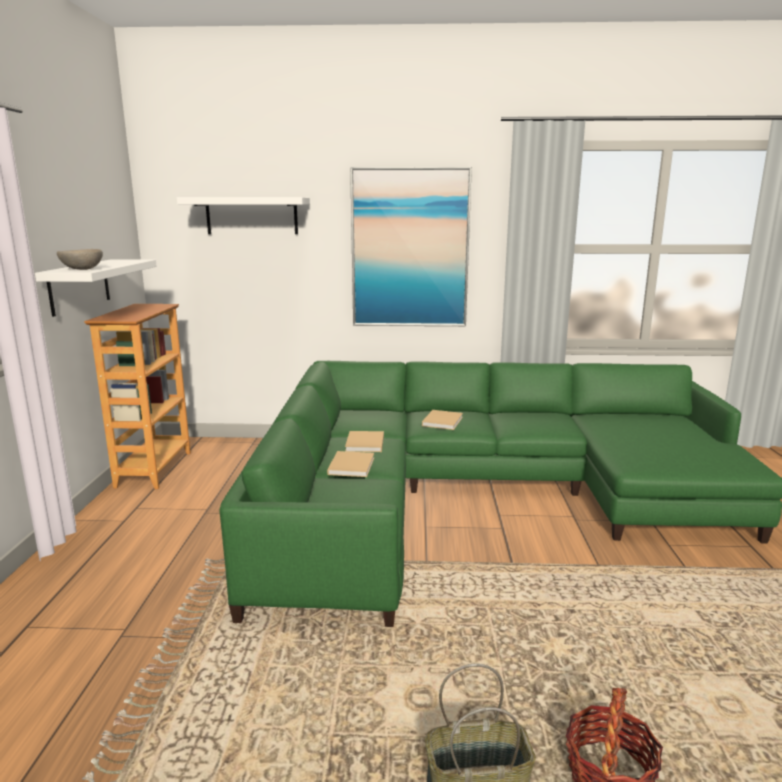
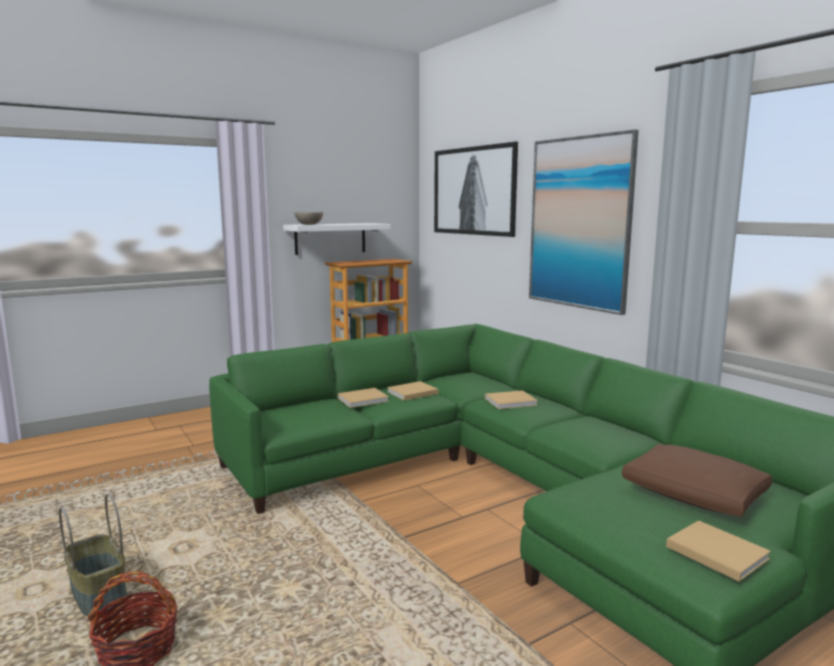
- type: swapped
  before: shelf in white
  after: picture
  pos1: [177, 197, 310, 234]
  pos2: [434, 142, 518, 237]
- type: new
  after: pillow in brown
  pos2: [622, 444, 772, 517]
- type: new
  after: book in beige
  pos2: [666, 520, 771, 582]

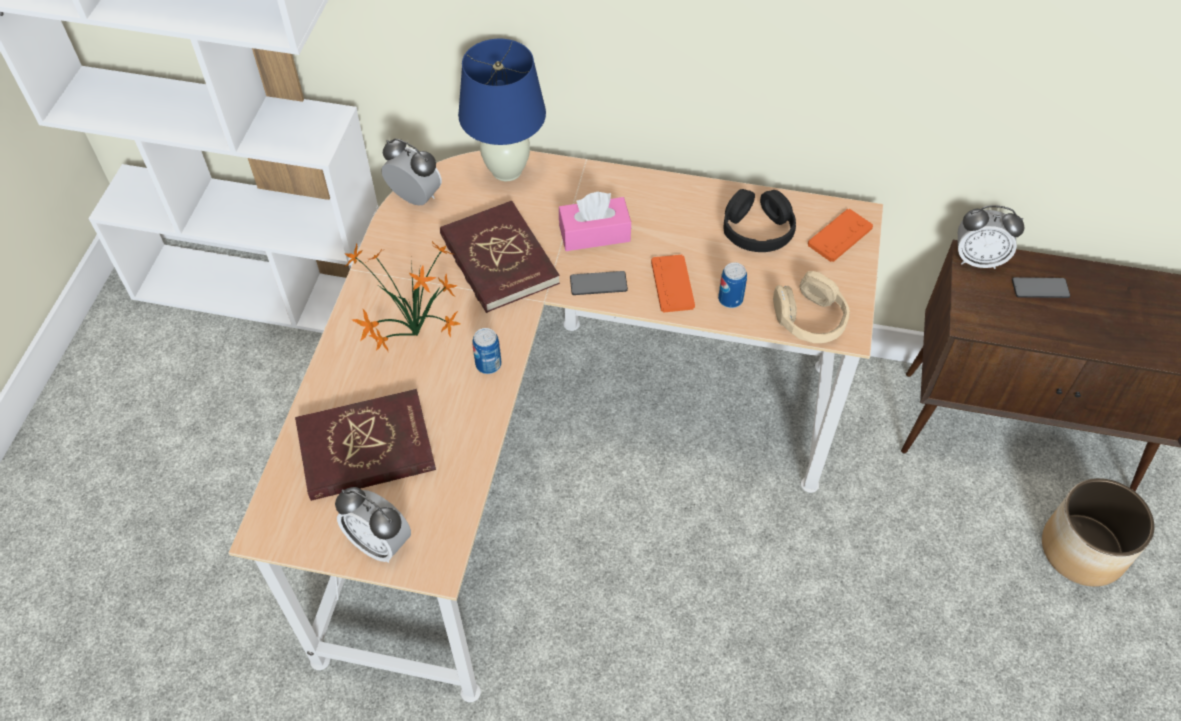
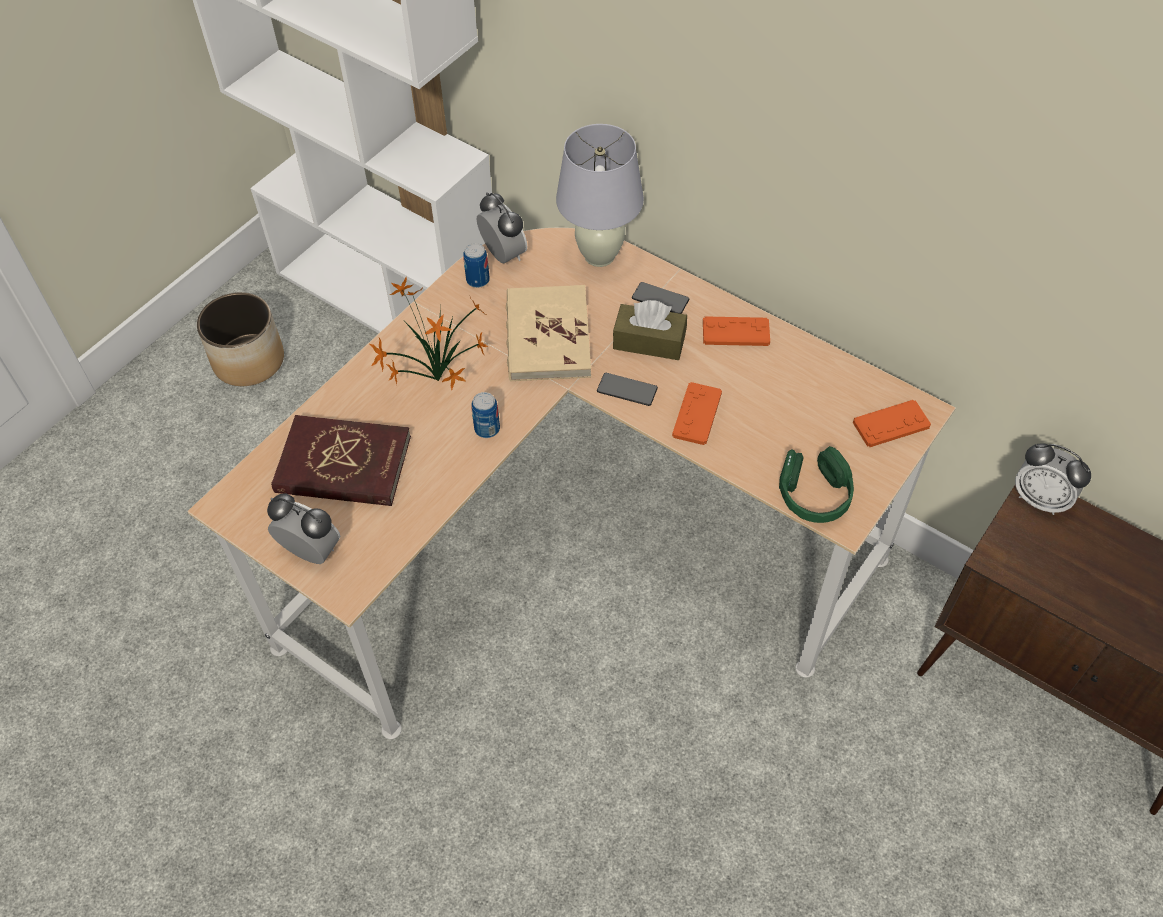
- type: shifted
  before: planter
  pos1: [1042, 478, 1155, 587]
  pos2: [197, 292, 284, 386]
- type: rotated
  before: alarm clock
  pos1: [335, 487, 411, 563]
  pos2: [267, 493, 341, 564]
  turn: 150
- type: shifted
  before: can
  pos1: [718, 263, 747, 308]
  pos2: [463, 243, 490, 288]
- type: repainted
  before: book in red
  after: book in beige
  pos1: [440, 201, 560, 313]
  pos2: [506, 285, 591, 382]
- type: repainted
  before: table lamp in blue
  after: table lamp in white
  pos1: [458, 39, 546, 181]
  pos2: [556, 124, 644, 267]
- type: repainted
  before: tissue box in pink
  after: tissue box in brown
  pos1: [559, 192, 631, 251]
  pos2: [613, 300, 687, 360]
- type: shifted
  before: phone
  pos1: [1012, 277, 1070, 298]
  pos2: [632, 282, 689, 314]
- type: new
  after: game controller in orange
  pos2: [703, 316, 770, 346]
- type: repainted
  before: headphones in beige
  after: headphones in green
  pos1: [773, 271, 850, 343]
  pos2: [779, 446, 854, 523]
- type: gone
  before: headphones in black
  pos1: [723, 189, 796, 252]

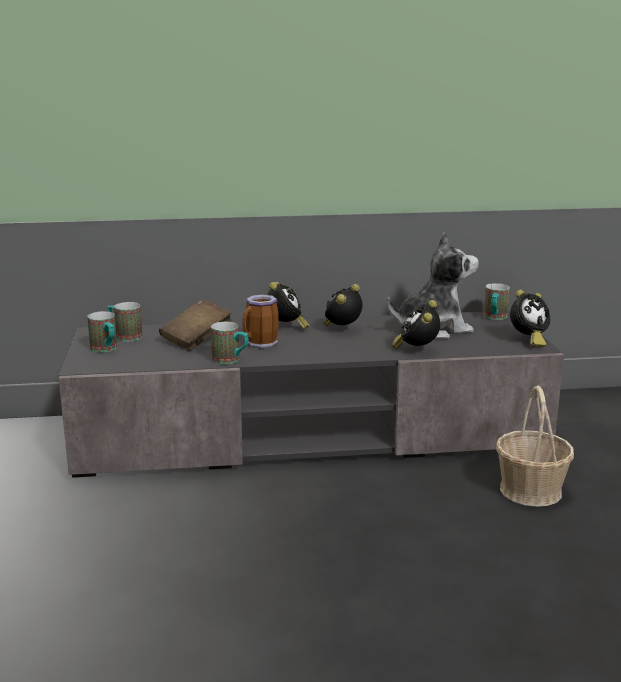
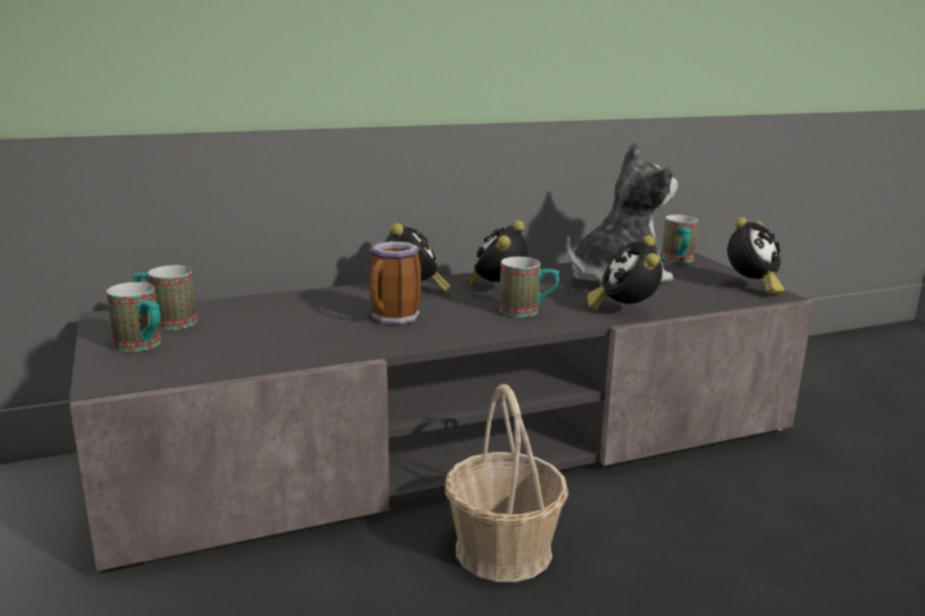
- type: shifted
  before: basket
  pos1: [496, 386, 574, 507]
  pos2: [445, 384, 569, 582]
- type: shifted
  before: mug
  pos1: [211, 322, 249, 364]
  pos2: [499, 257, 559, 317]
- type: gone
  before: book in brown
  pos1: [159, 299, 232, 351]

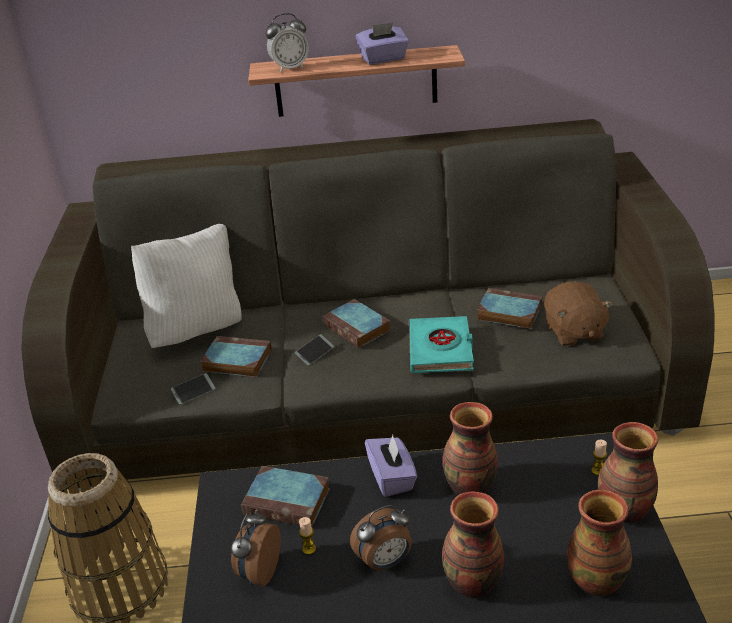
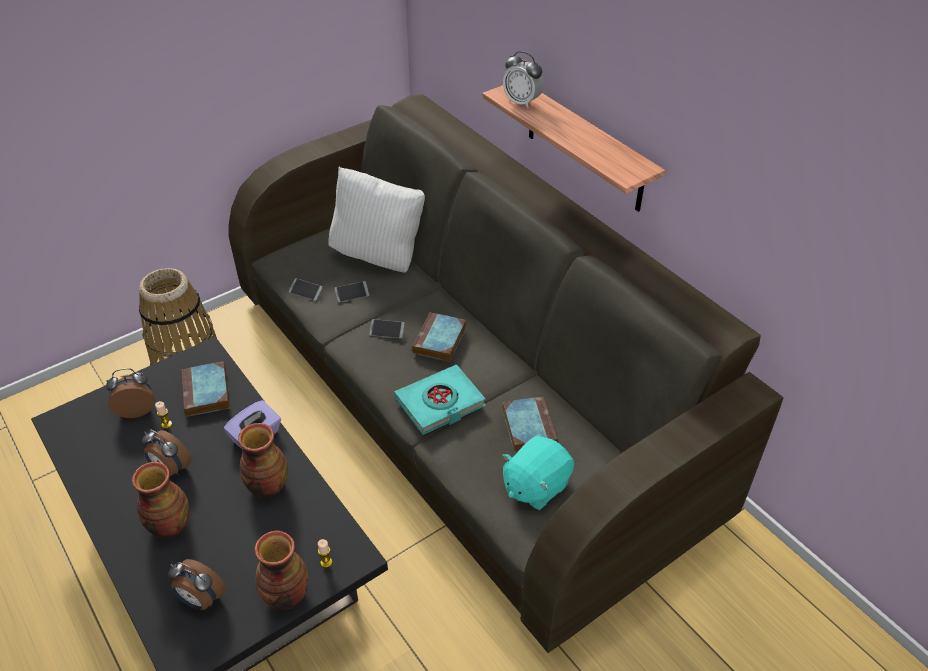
- type: swapped
  before: vase
  after: alarm clock
  pos1: [567, 490, 632, 596]
  pos2: [168, 559, 226, 610]
- type: swapped
  before: book
  after: phone
  pos1: [200, 336, 272, 377]
  pos2: [334, 281, 369, 302]
- type: repainted
  before: plush toy in brown
  after: plush toy in turquoise
  pos1: [544, 281, 613, 347]
  pos2: [502, 436, 574, 510]
- type: gone
  before: tissue box in purple
  pos1: [356, 22, 409, 65]

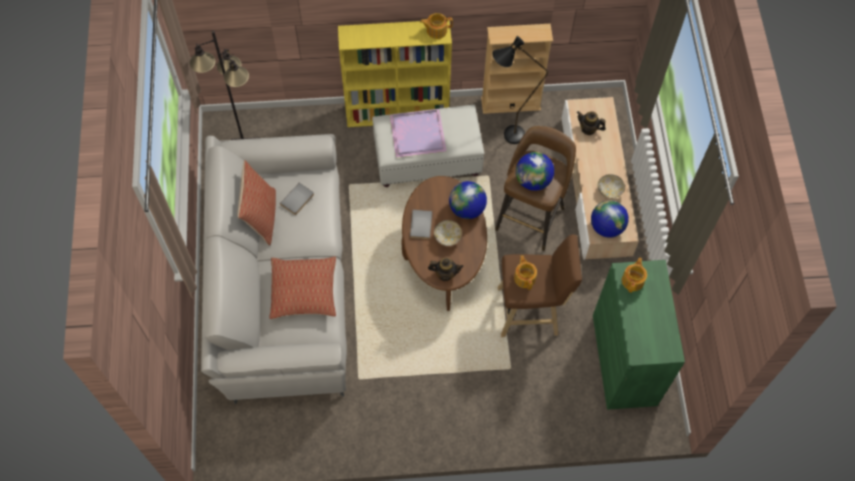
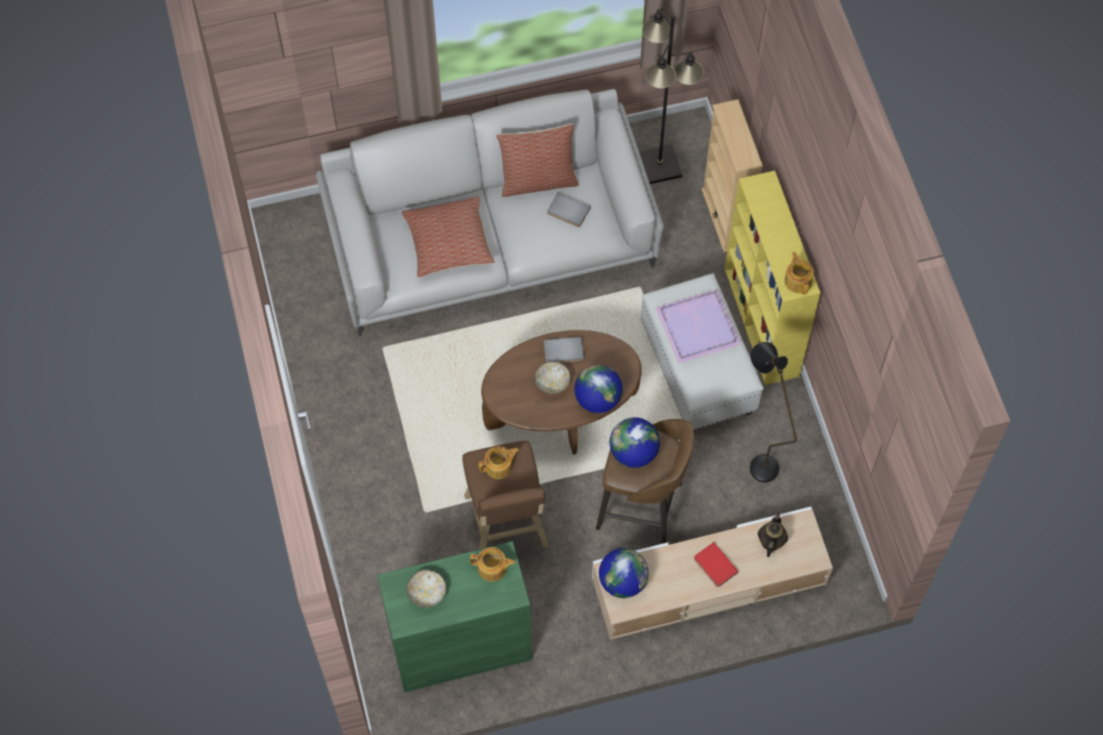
- type: shifted
  before: bowl
  pos1: [598, 174, 625, 199]
  pos2: [407, 570, 446, 608]
- type: new
  after: book in red
  pos2: [694, 542, 739, 587]
- type: shifted
  before: bookcase in beige
  pos1: [481, 24, 553, 114]
  pos2: [701, 99, 763, 252]
- type: gone
  before: teapot
  pos1: [428, 258, 463, 281]

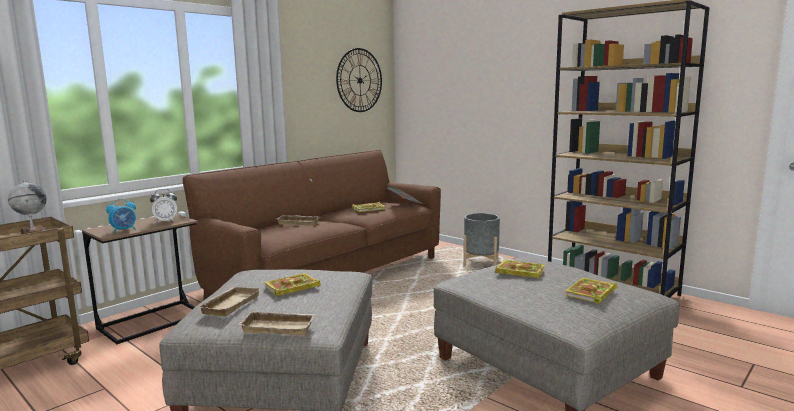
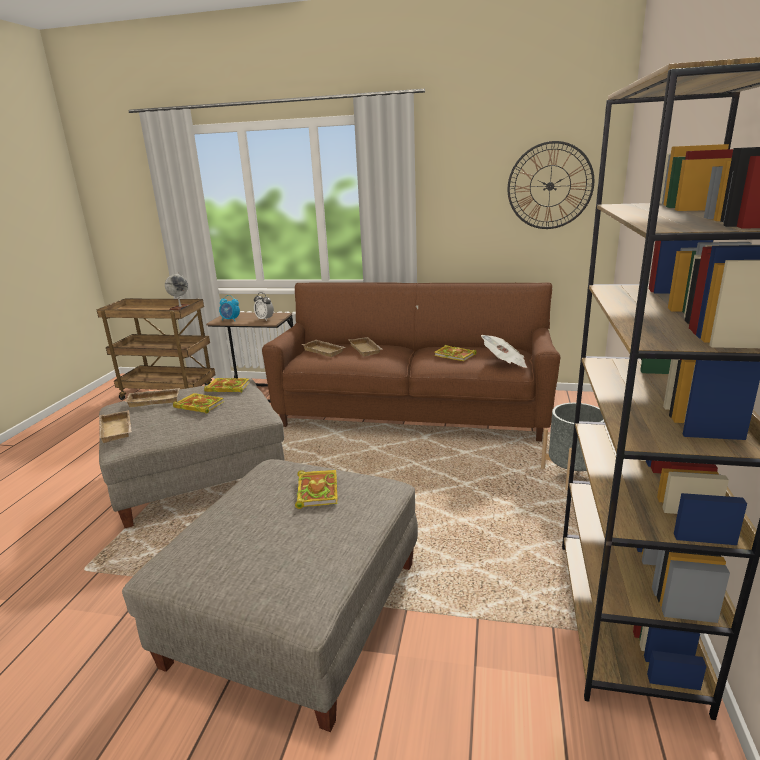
- type: shifted
  before: book
  pos1: [565, 278, 617, 304]
  pos2: [204, 378, 250, 393]
- type: new
  after: tray in beige
  pos2: [301, 340, 346, 357]

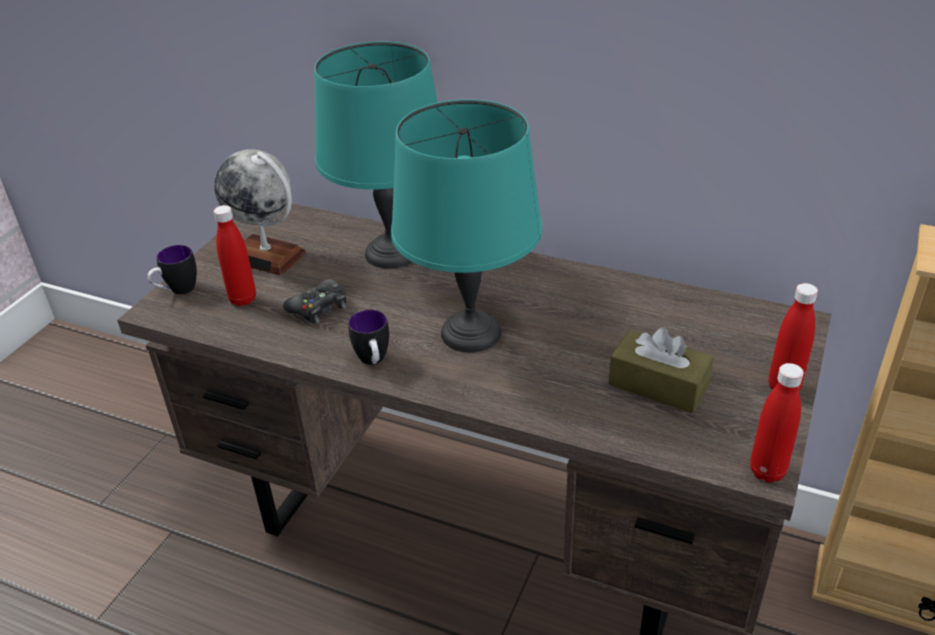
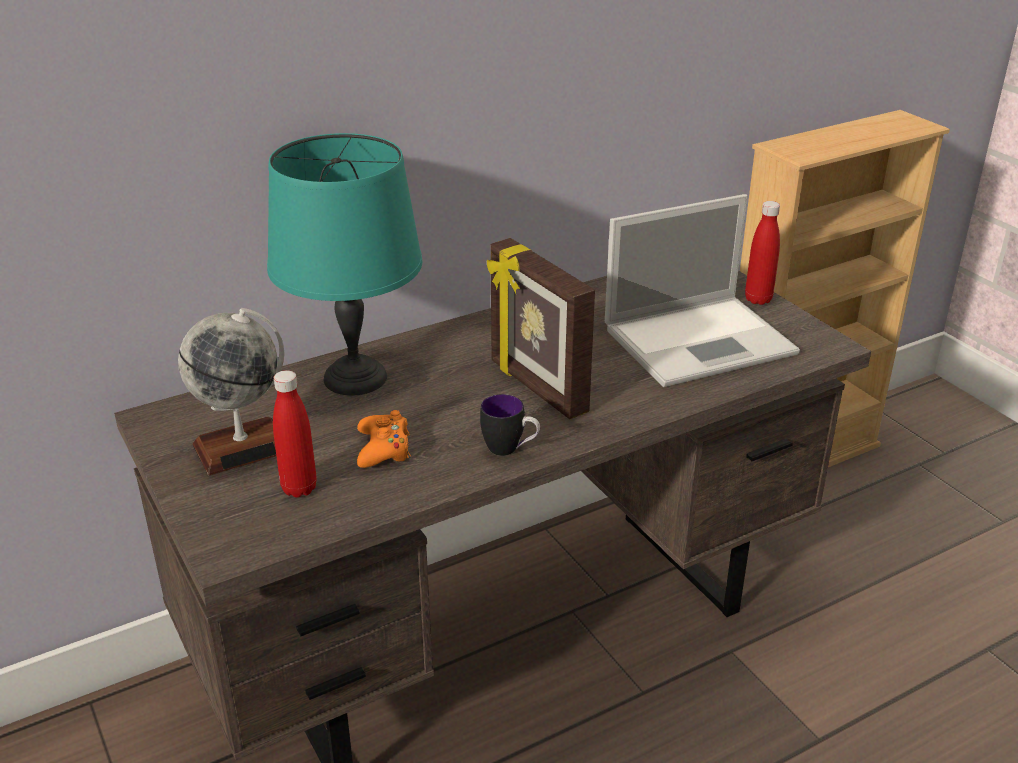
- type: repainted
  before: game controller in black
  after: game controller in orange
  pos1: [283, 279, 346, 323]
  pos2: [357, 410, 411, 468]
- type: swapped
  before: table lamp in turquoise
  after: picture frame
  pos1: [391, 99, 542, 352]
  pos2: [487, 238, 595, 419]
- type: swapped
  before: tissue box in brown
  after: laptop
  pos1: [608, 327, 714, 413]
  pos2: [605, 194, 800, 387]
- type: gone
  before: mug
  pos1: [147, 245, 197, 295]
- type: gone
  before: bottle in red
  pos1: [750, 363, 804, 483]

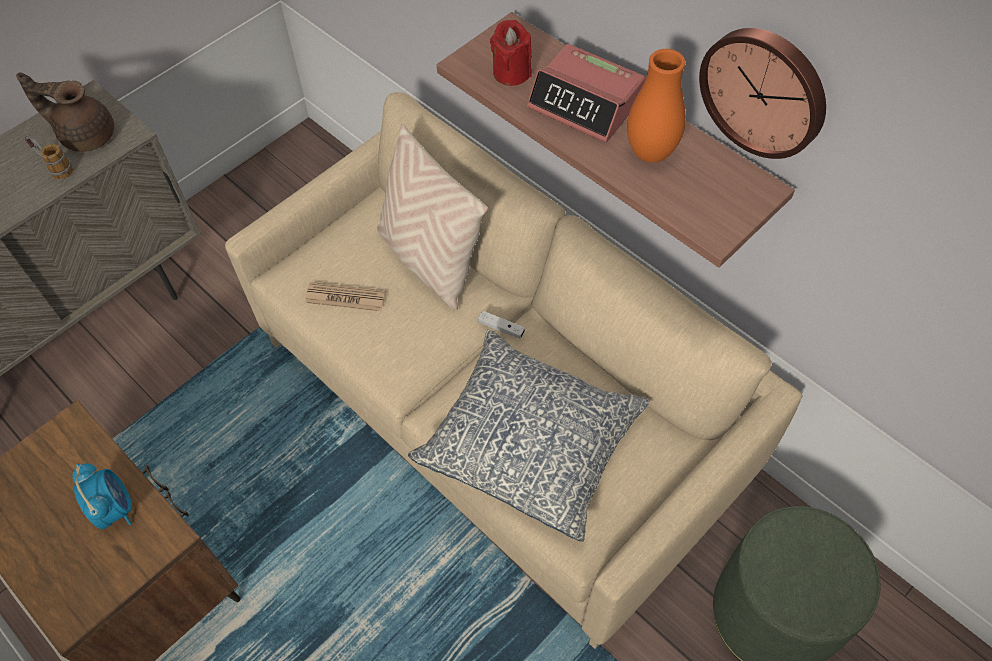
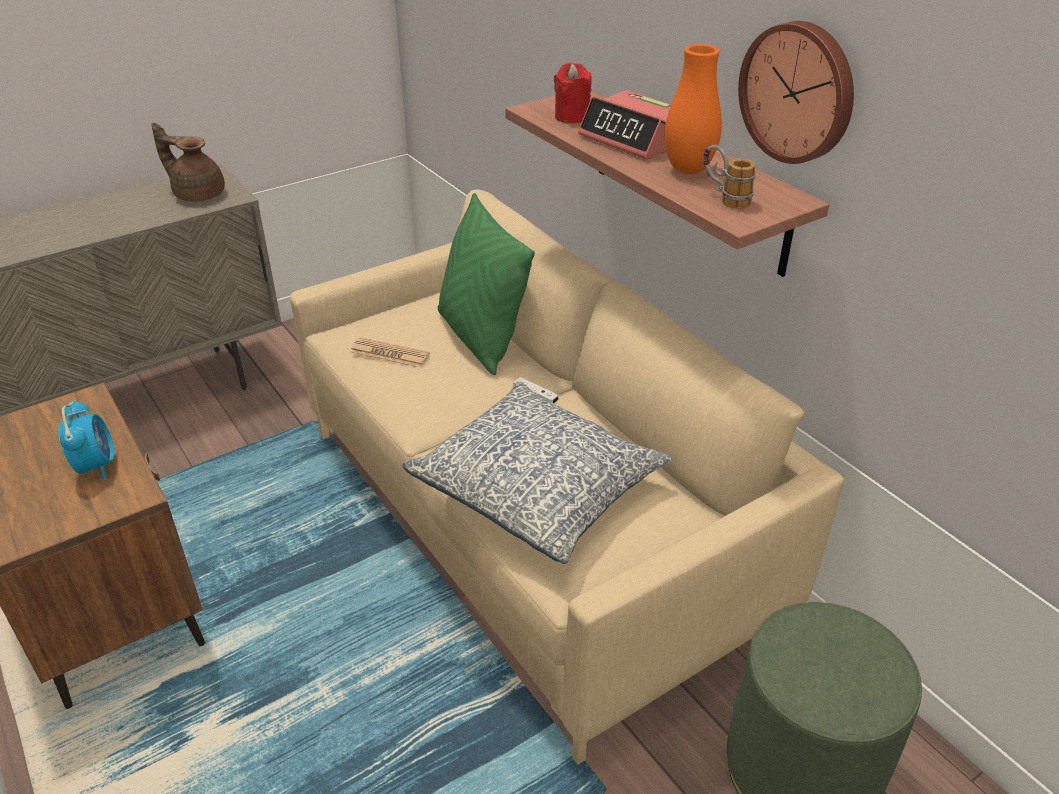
- type: repainted
  before: pillow in beige
  after: pillow in green
  pos1: [377, 124, 488, 310]
  pos2: [438, 193, 535, 375]
- type: shifted
  before: mug
  pos1: [25, 136, 73, 179]
  pos2: [703, 145, 756, 209]

